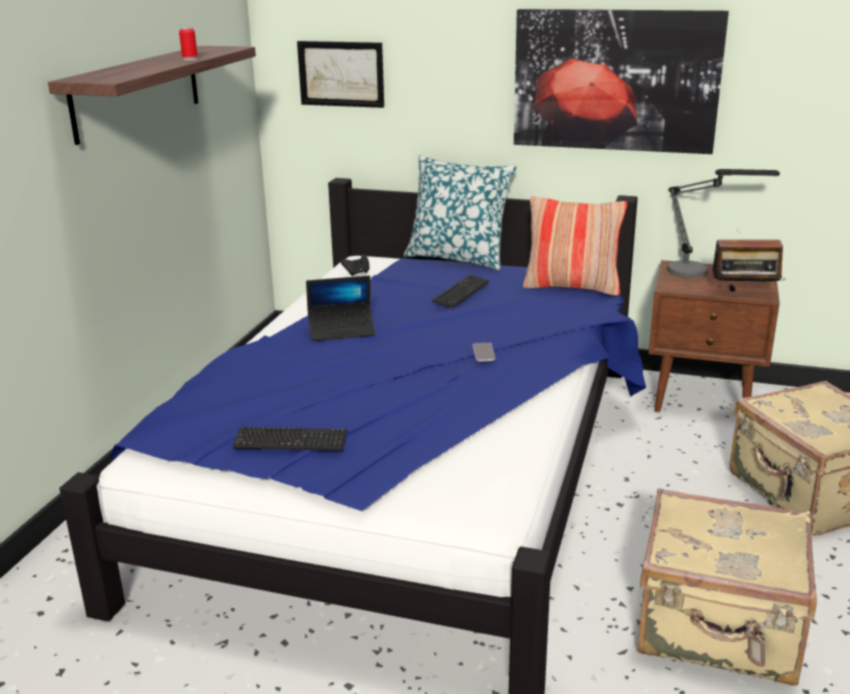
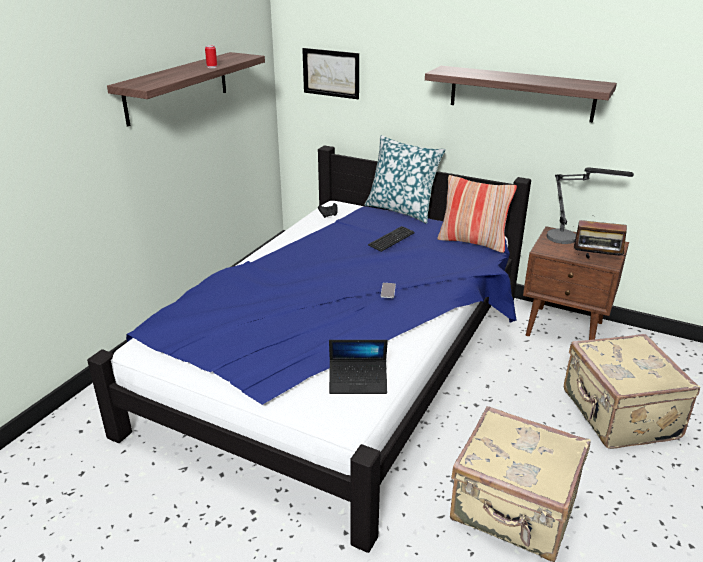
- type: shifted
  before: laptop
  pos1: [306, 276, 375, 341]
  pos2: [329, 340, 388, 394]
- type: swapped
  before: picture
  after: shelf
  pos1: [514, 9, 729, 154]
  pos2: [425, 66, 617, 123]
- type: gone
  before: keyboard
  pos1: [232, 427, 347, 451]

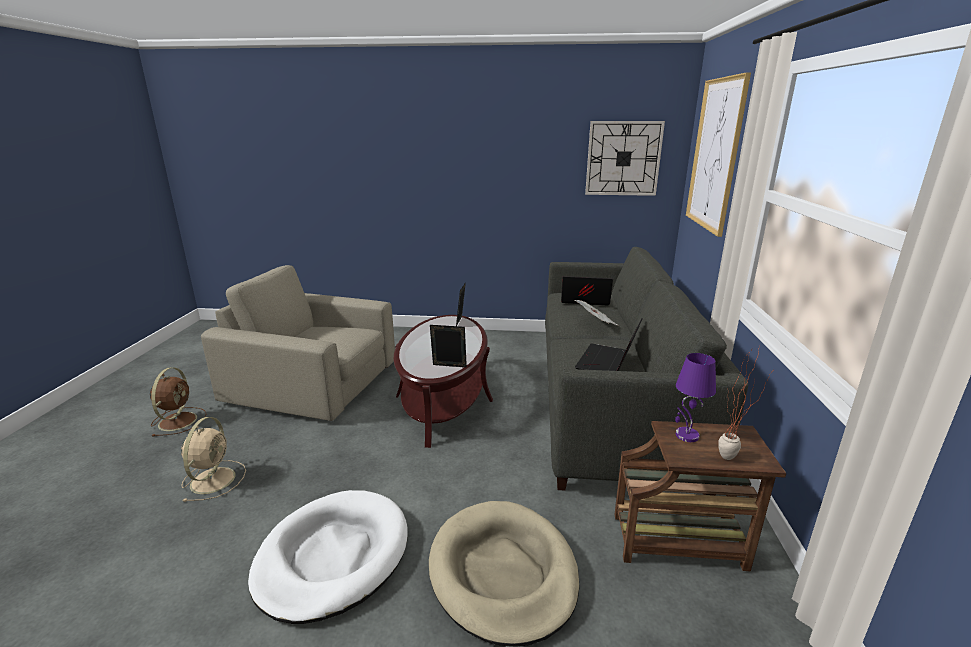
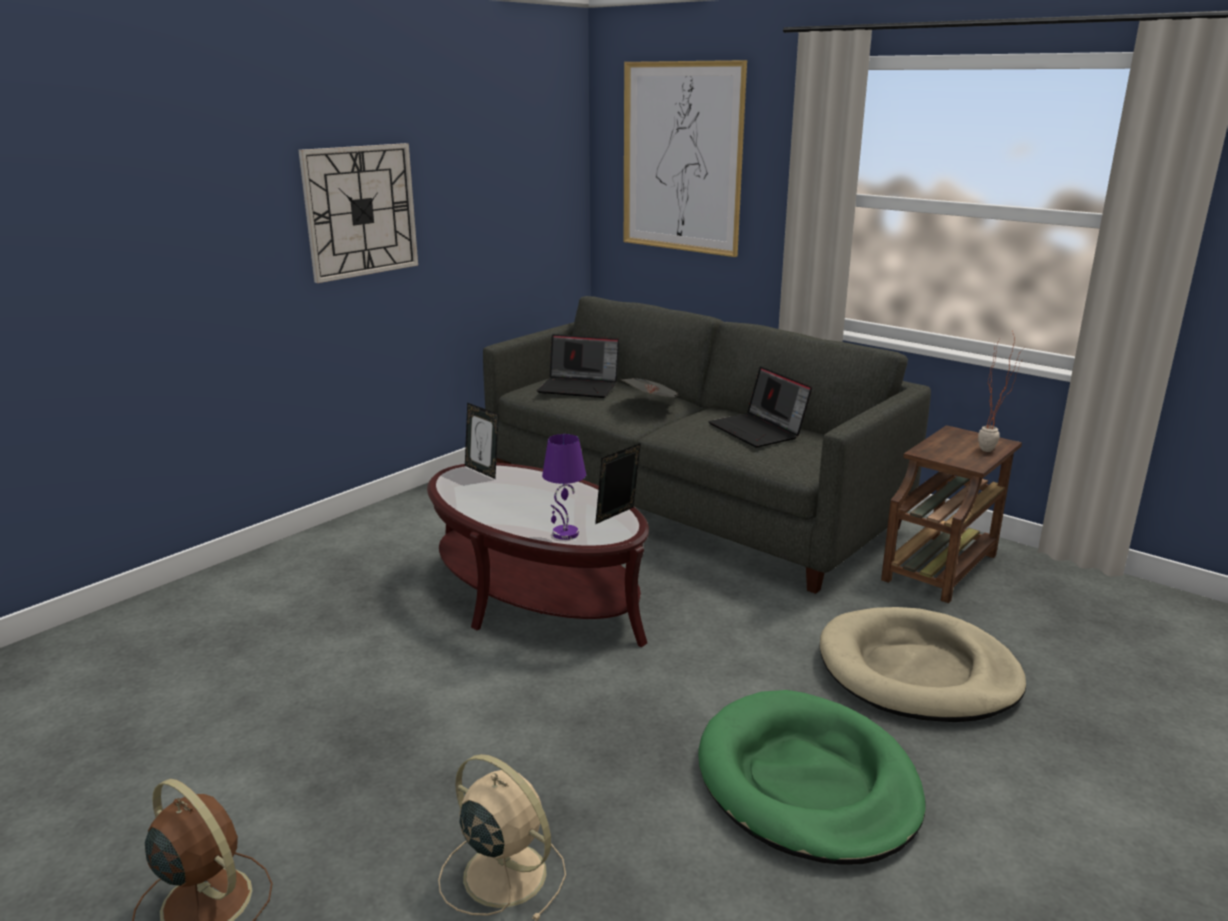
- type: shifted
  before: wall clock
  pos1: [585, 121, 665, 196]
  pos2: [298, 143, 418, 283]
- type: rotated
  before: laptop
  pos1: [561, 276, 613, 305]
  pos2: [536, 334, 619, 398]
  turn: -120
- type: shifted
  before: table lamp in purple
  pos1: [675, 353, 716, 442]
  pos2: [542, 434, 586, 540]
- type: repainted
  before: dog bed in white
  after: dog bed in green
  pos1: [248, 490, 408, 624]
  pos2: [698, 690, 926, 865]
- type: gone
  before: armchair in beige
  pos1: [201, 265, 395, 421]

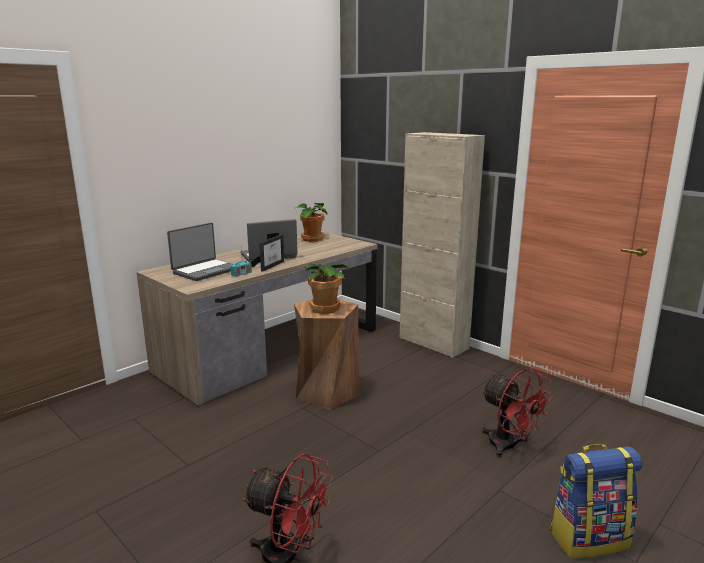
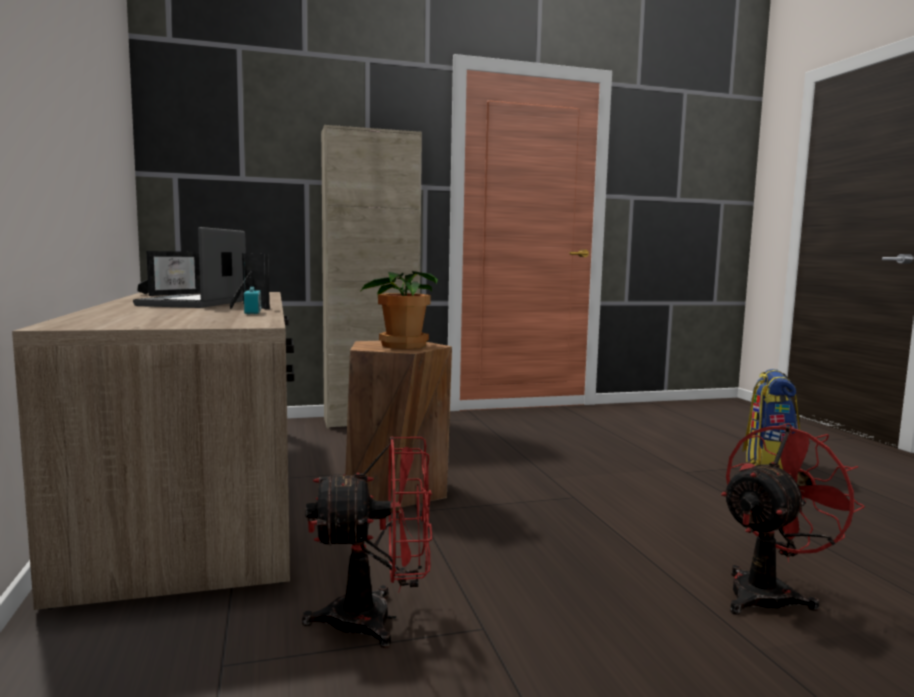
- type: swapped
  before: potted plant
  after: picture frame
  pos1: [296, 203, 327, 242]
  pos2: [137, 251, 200, 296]
- type: shifted
  before: fan in red
  pos1: [481, 368, 554, 458]
  pos2: [302, 436, 432, 648]
- type: gone
  before: laptop
  pos1: [167, 223, 233, 281]

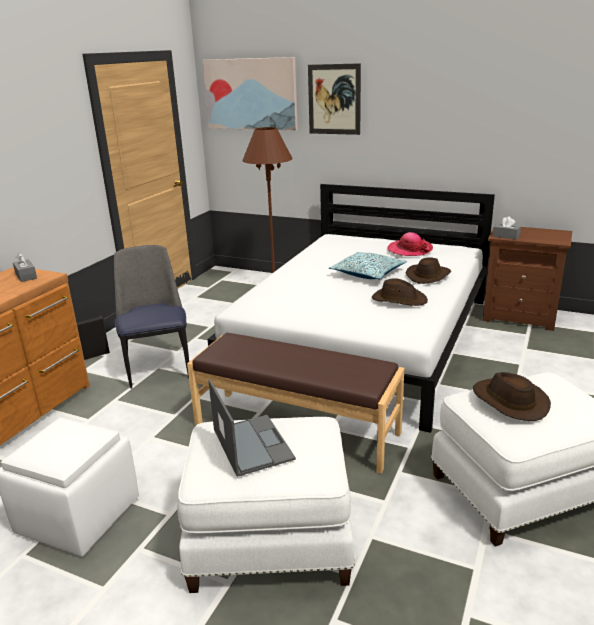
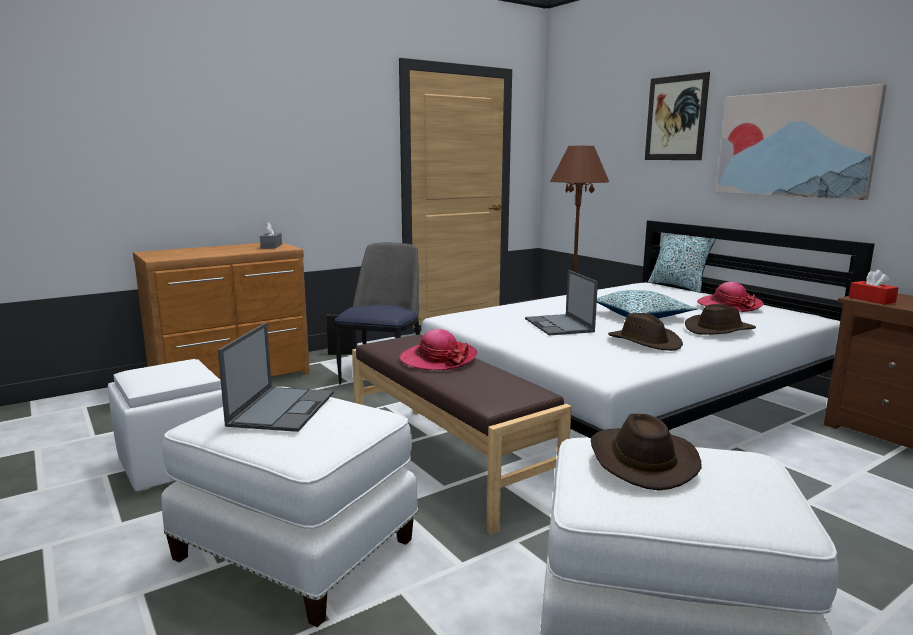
- type: new
  after: hat
  pos2: [399, 329, 477, 370]
- type: new
  after: laptop
  pos2: [525, 270, 598, 336]
- type: new
  after: pillow
  pos2: [648, 233, 716, 293]
- type: shifted
  before: picture
  pos1: [203, 57, 298, 130]
  pos2: [716, 84, 887, 200]
- type: repainted
  before: tissue box in grey
  after: tissue box in red
  pos1: [493, 216, 521, 240]
  pos2: [849, 270, 898, 305]

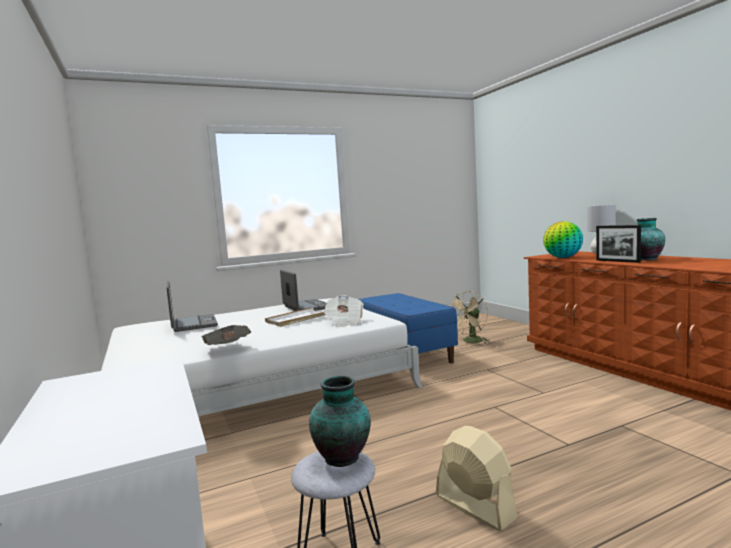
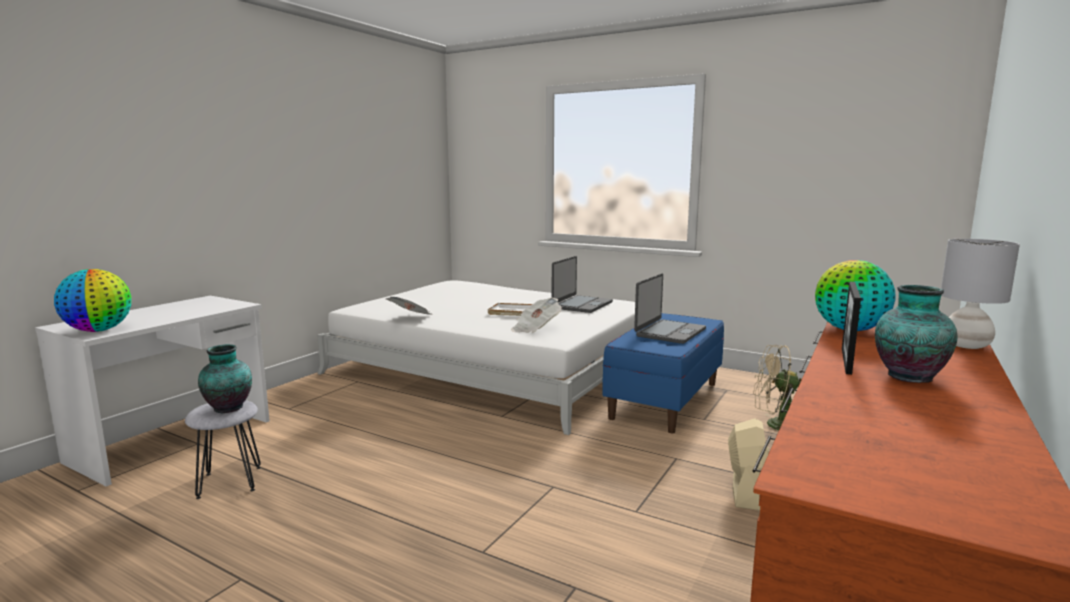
- type: new
  after: globe
  pos2: [54, 269, 131, 332]
- type: shifted
  before: laptop
  pos1: [167, 281, 218, 332]
  pos2: [634, 273, 706, 344]
- type: shifted
  before: fan in beige
  pos1: [436, 426, 518, 531]
  pos2: [728, 418, 769, 511]

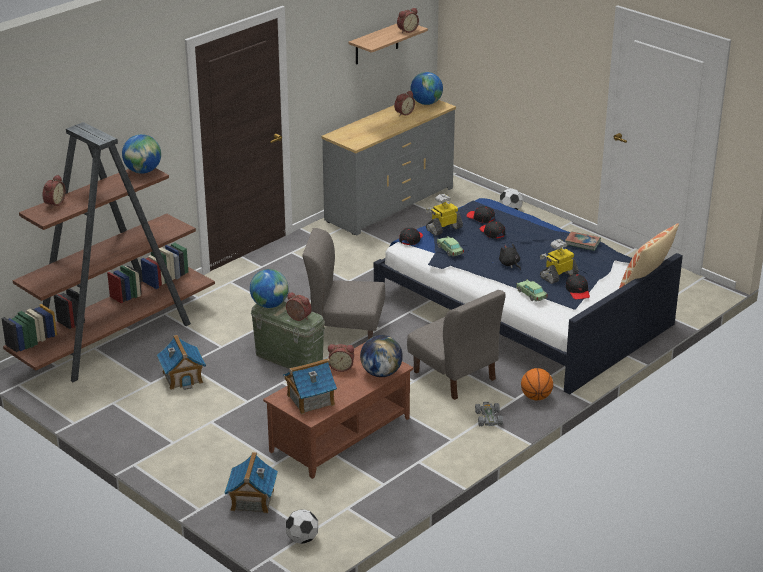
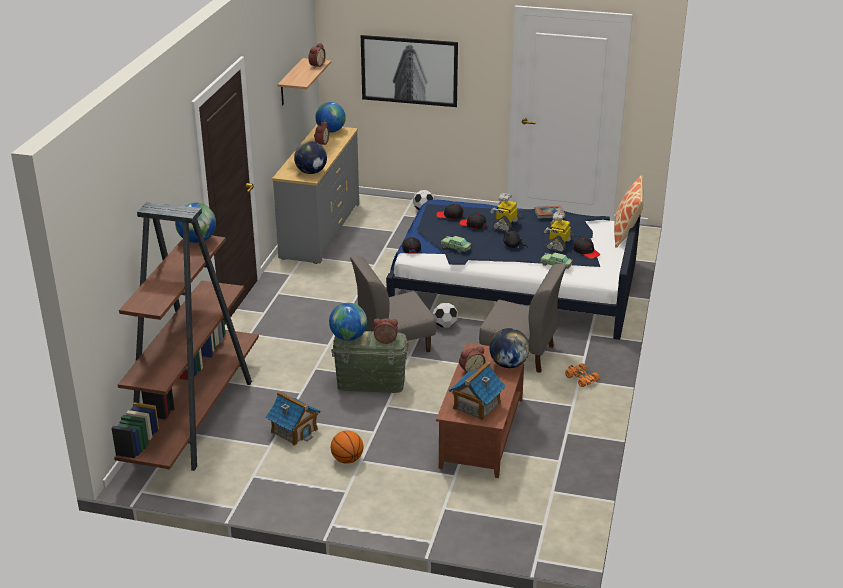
- type: new
  after: globe
  pos2: [294, 141, 327, 174]
- type: shifted
  before: basketball
  pos1: [521, 368, 553, 400]
  pos2: [331, 430, 363, 464]
- type: new
  after: picture
  pos2: [361, 35, 458, 107]
- type: shifted
  before: football
  pos1: [286, 509, 318, 544]
  pos2: [433, 303, 458, 328]
- type: shifted
  before: toy robot
  pos1: [426, 194, 463, 236]
  pos2: [490, 193, 521, 232]
- type: repainted
  before: toy car in grey
  after: toy car in orange
  pos1: [475, 402, 503, 427]
  pos2: [565, 363, 599, 387]
- type: gone
  before: alarm clock
  pos1: [42, 175, 66, 208]
- type: gone
  before: toy house
  pos1: [224, 452, 278, 513]

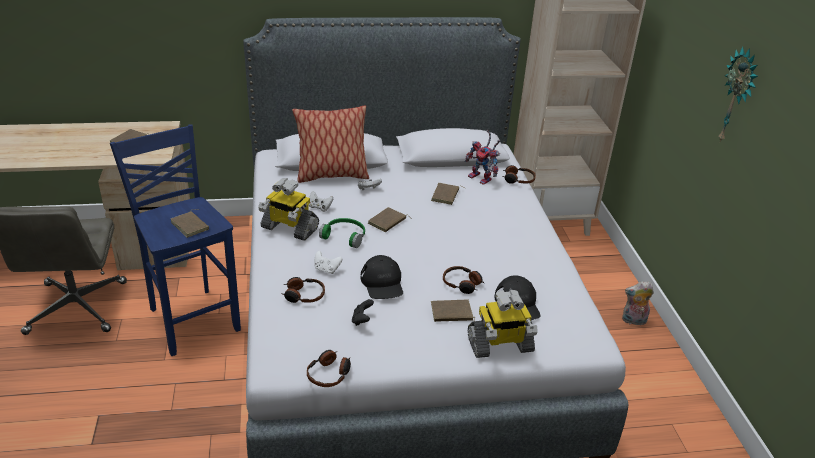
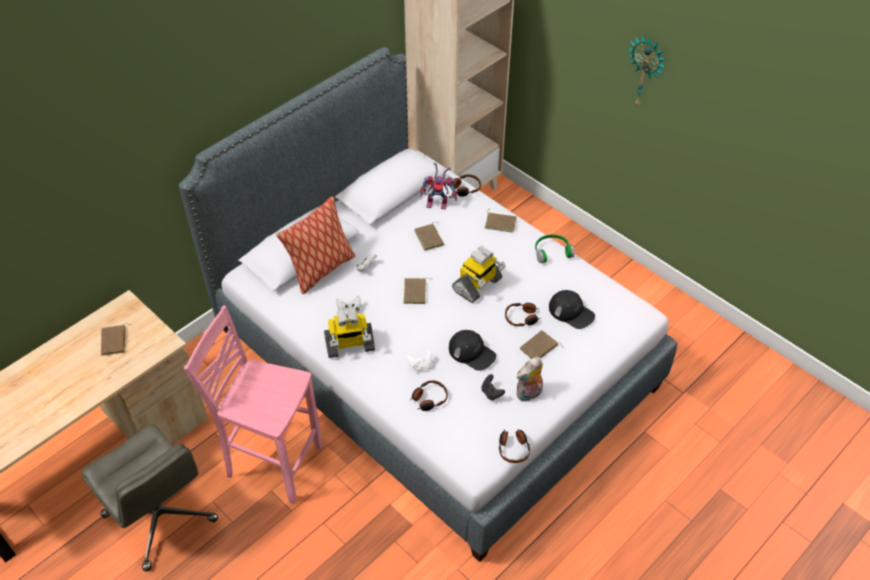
- type: repainted
  before: stool in blue
  after: stool in pink
  pos1: [110, 124, 241, 356]
  pos2: [184, 305, 322, 504]
- type: shifted
  before: toy robot
  pos1: [468, 289, 538, 358]
  pos2: [452, 246, 506, 303]
- type: shifted
  before: book in brown
  pos1: [171, 209, 209, 238]
  pos2: [485, 208, 517, 233]
- type: shifted
  before: plush toy
  pos1: [622, 281, 654, 325]
  pos2: [517, 357, 543, 402]
- type: shifted
  before: headphones in green
  pos1: [319, 218, 365, 248]
  pos2: [535, 234, 574, 263]

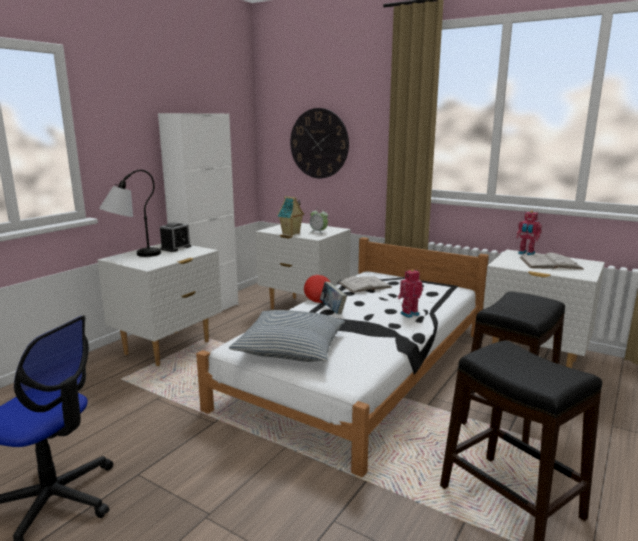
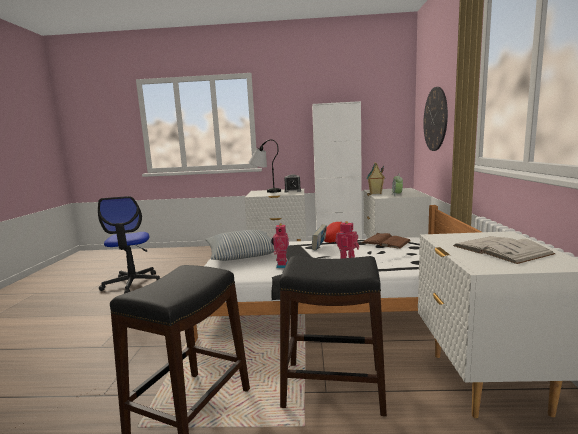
- type: shifted
  before: toy robot
  pos1: [516, 211, 542, 255]
  pos2: [271, 223, 289, 268]
- type: repainted
  before: book in white
  after: book in brown
  pos1: [338, 276, 392, 293]
  pos2: [361, 232, 411, 249]

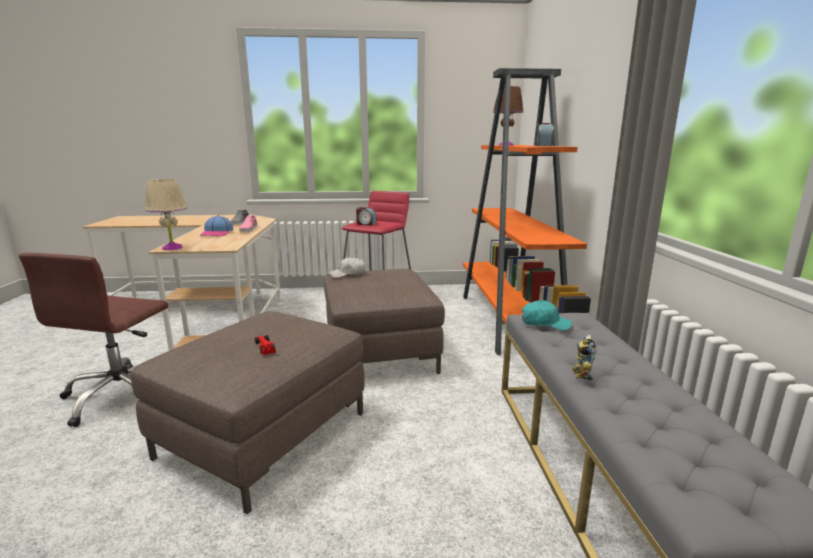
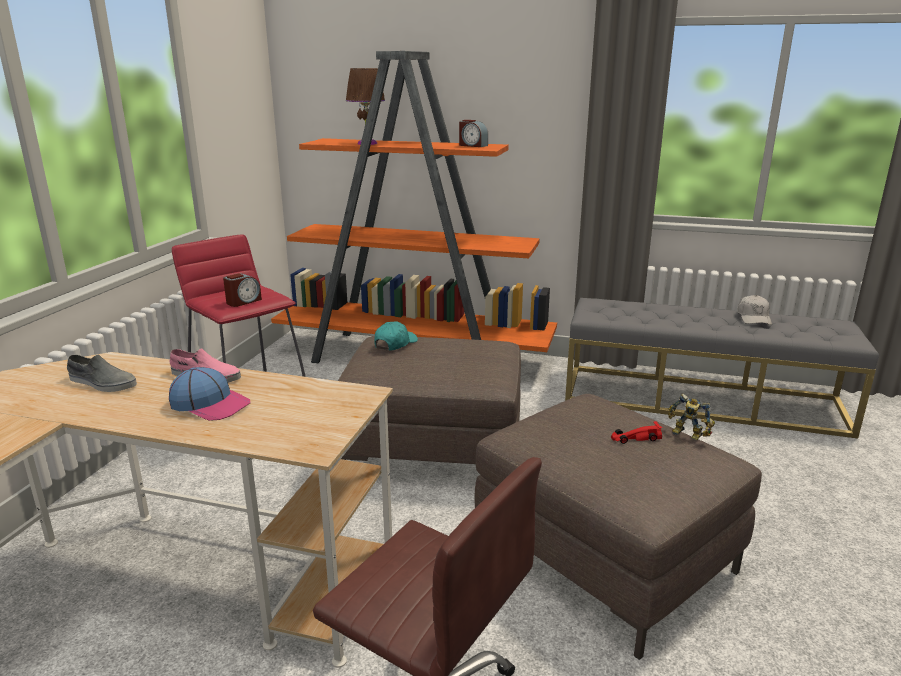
- type: shifted
  before: cap in turquoise
  pos1: [522, 300, 572, 331]
  pos2: [374, 322, 418, 351]
- type: shifted
  before: toy robot
  pos1: [572, 335, 597, 380]
  pos2: [668, 394, 715, 440]
- type: shifted
  before: cap in white
  pos1: [330, 257, 366, 278]
  pos2: [737, 295, 772, 325]
- type: gone
  before: table lamp in beige
  pos1: [145, 179, 187, 250]

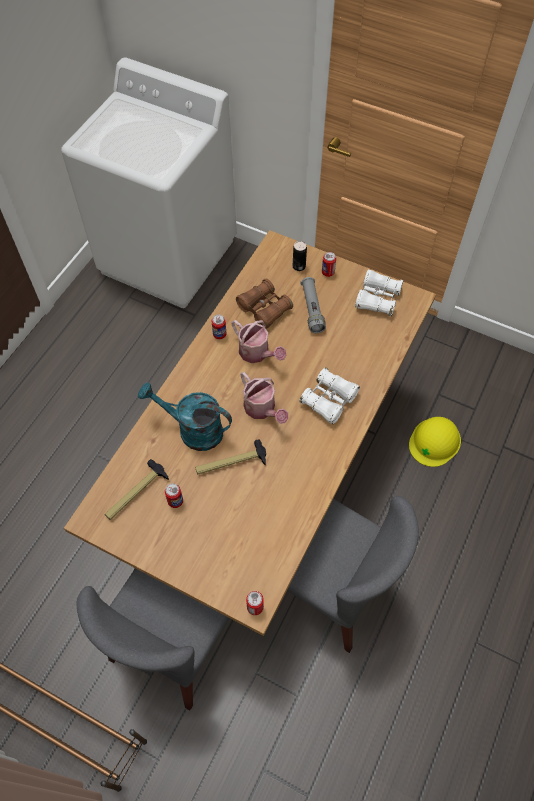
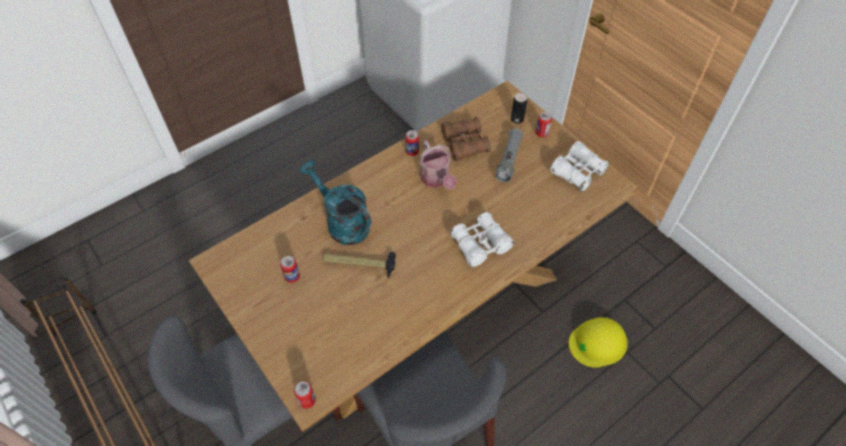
- type: gone
  before: hammer
  pos1: [105, 459, 169, 520]
- type: gone
  before: watering can
  pos1: [240, 372, 288, 424]

